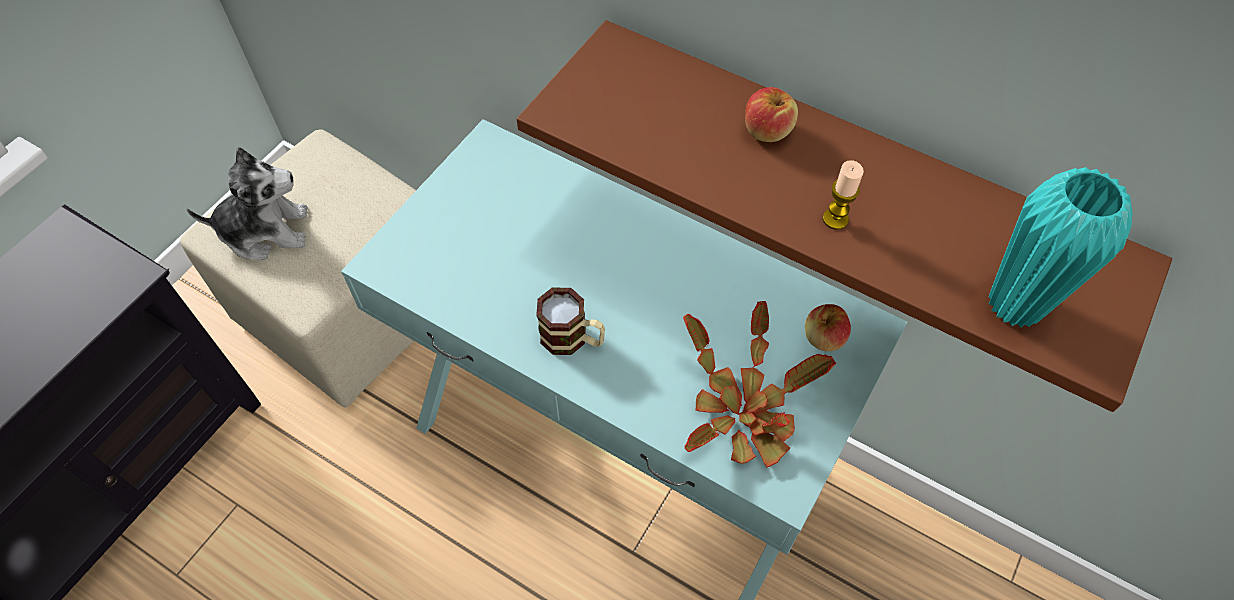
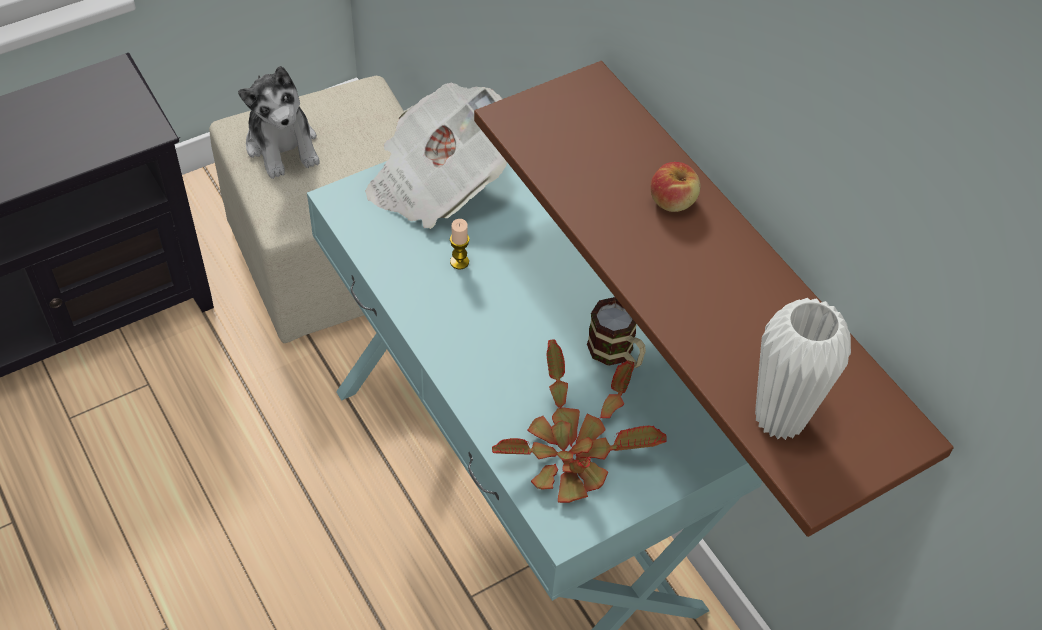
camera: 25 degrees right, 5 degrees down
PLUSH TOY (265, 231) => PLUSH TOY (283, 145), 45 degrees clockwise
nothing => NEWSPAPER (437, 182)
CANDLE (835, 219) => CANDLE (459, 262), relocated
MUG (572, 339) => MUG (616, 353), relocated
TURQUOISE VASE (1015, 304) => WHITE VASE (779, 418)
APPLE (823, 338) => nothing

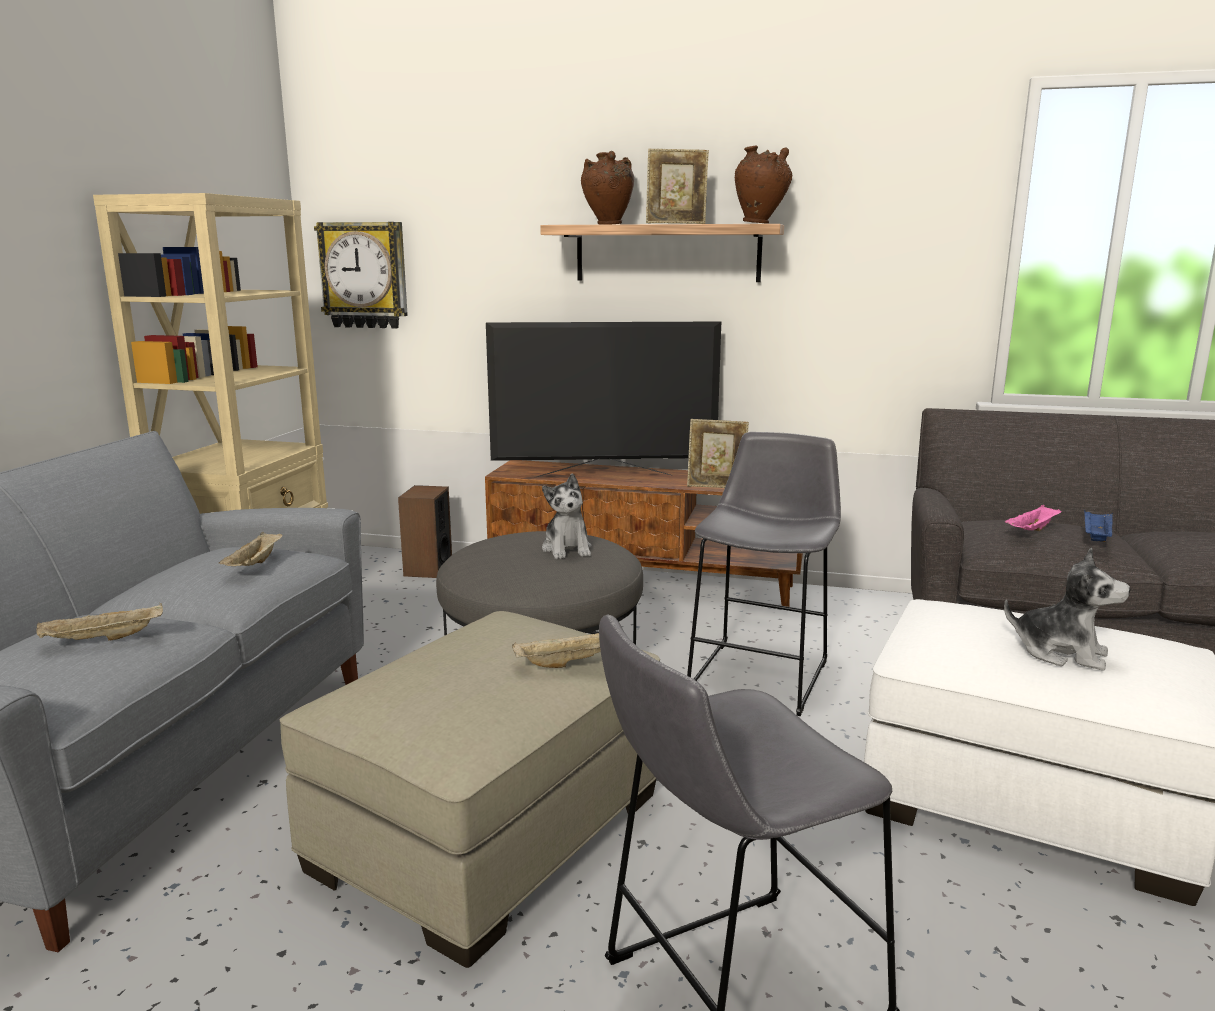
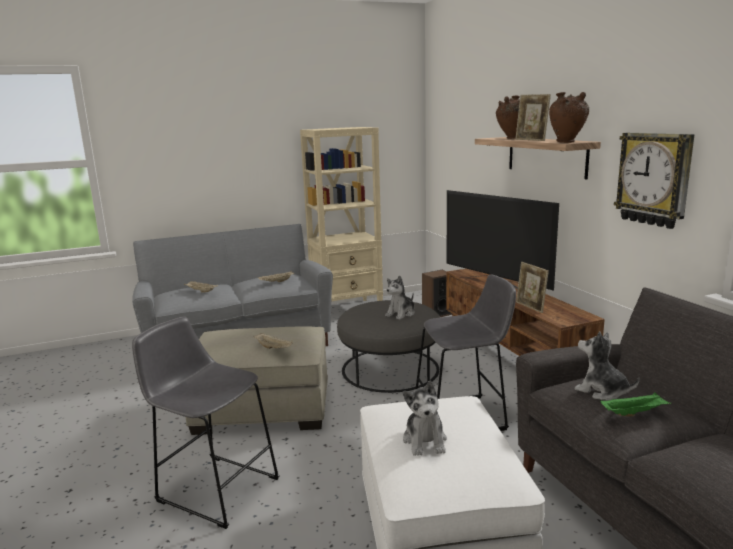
camera: 55 degrees right, 0 degrees up
PINK TRAY (1032, 531) => PLUSH TOY (602, 391)
BLUE TRAY (1095, 537) => GREEN TRAY (634, 413)
WALL CLOCK (364, 275) => WALL CLOCK (654, 179), relocated

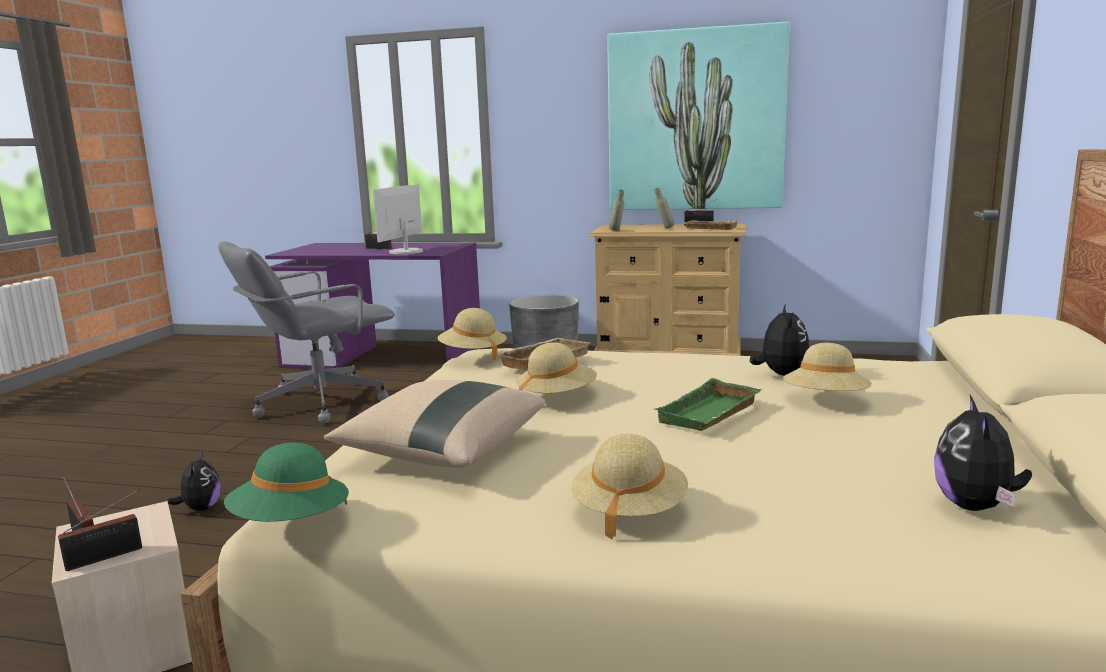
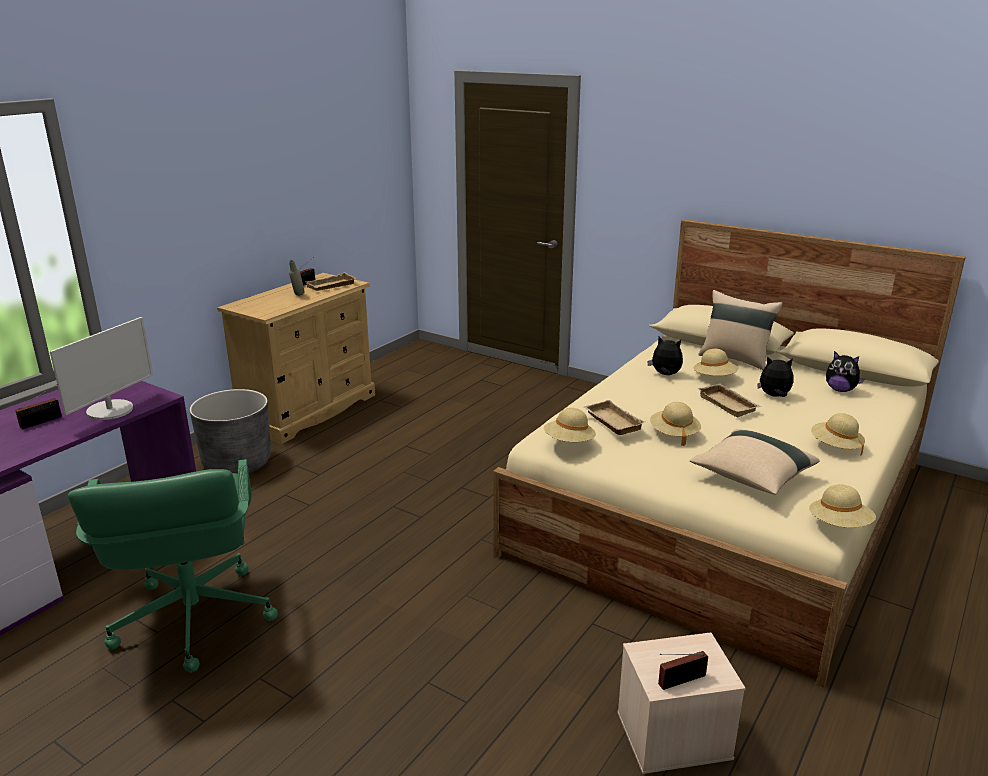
camera: 70 degrees left, 10 degrees up
MONITOR (405, 252) => MONITOR (111, 410), 105 degrees counterclockwise
GREY OFFICE CHAIR (319, 403) => GREEN OFFICE CHAIR (192, 620)
nothing => BEIGE PILLOW (735, 359)
GREEN TRAY (711, 414) => BEIGE TRAY (729, 404)
PLUSH TOY (201, 508) => PLUSH TOY (774, 396), relocated
GREEN HAT (291, 523) => BEIGE HAT (839, 525)
RADIO (109, 556) => nothing
PICTURE (695, 121) => nothing
GREY BOTTLE (617, 230) => nothing

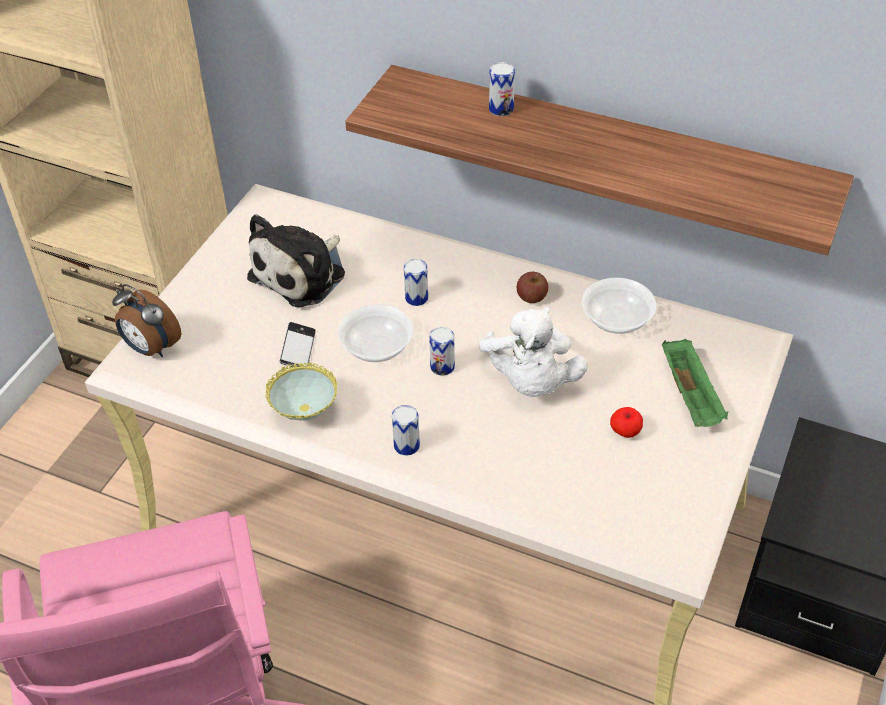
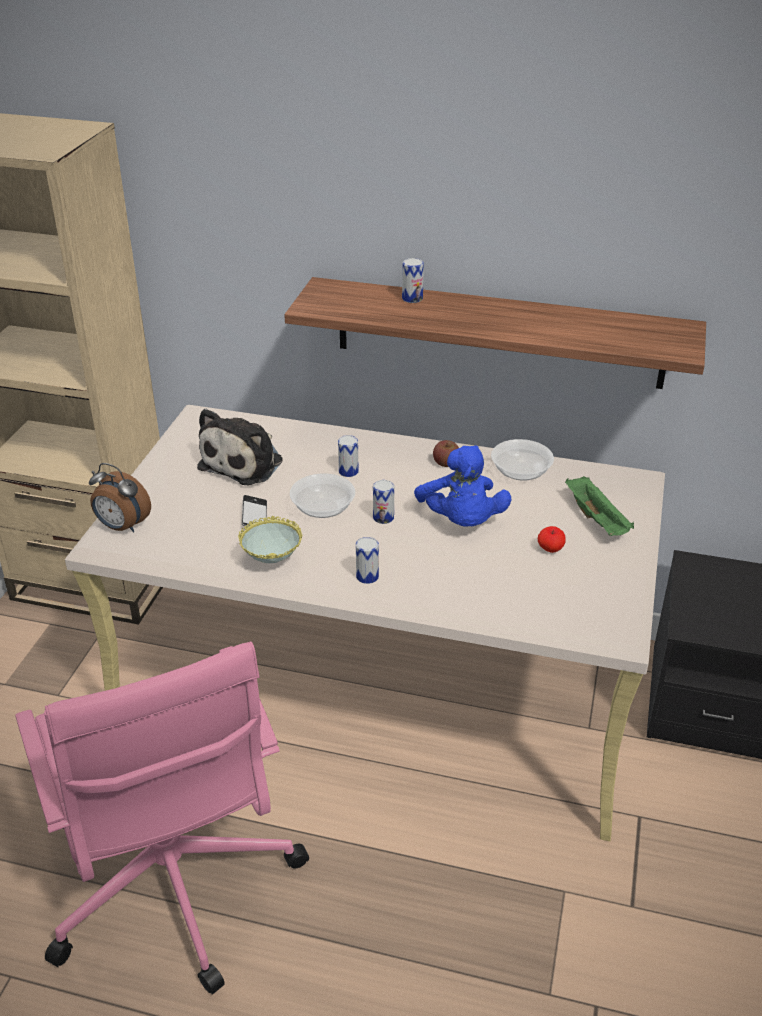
camera: 10 degrees left, 10 degrees down
WHITE PLUSH TOY (531, 381) => BLUE PLUSH TOY (461, 521)

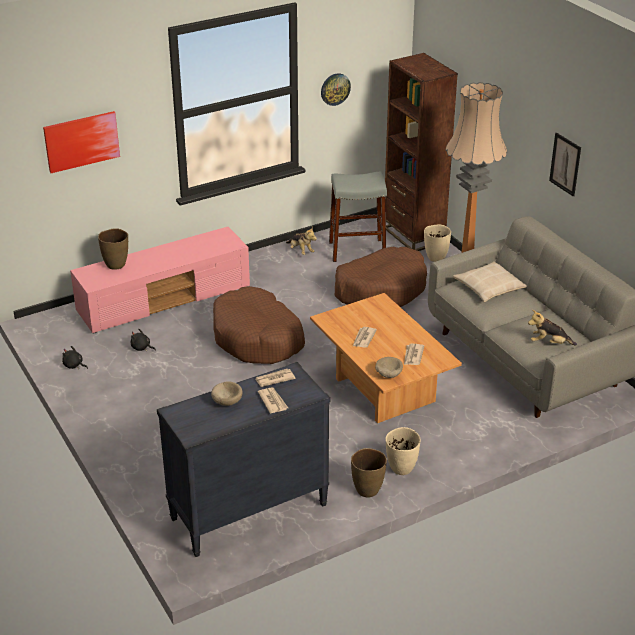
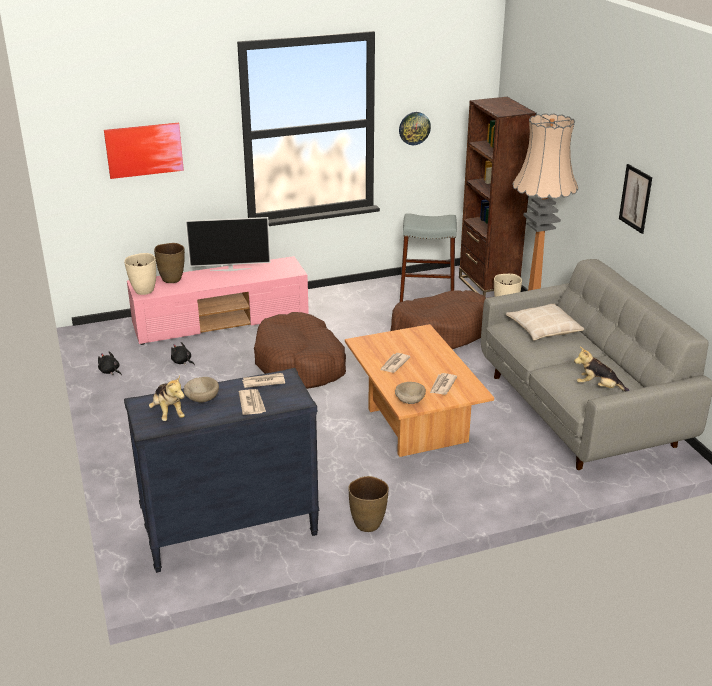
camera: 10 degrees right, 5 degrees down
BEIGE VASE (401, 469) => BEIGE VASE (144, 291), relocated
PLUSH TOY (300, 251) => PLUSH TOY (168, 413), relocated
nothing => TELEVISION (230, 269)

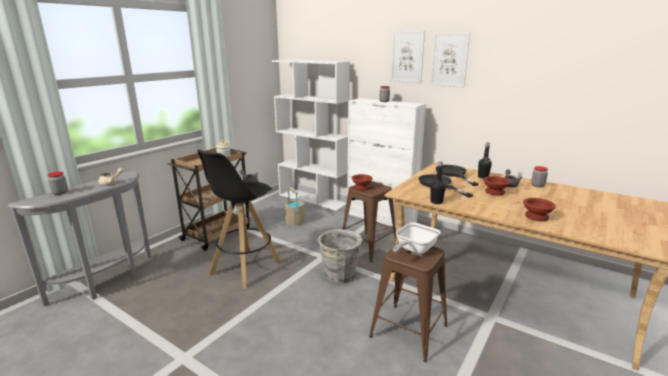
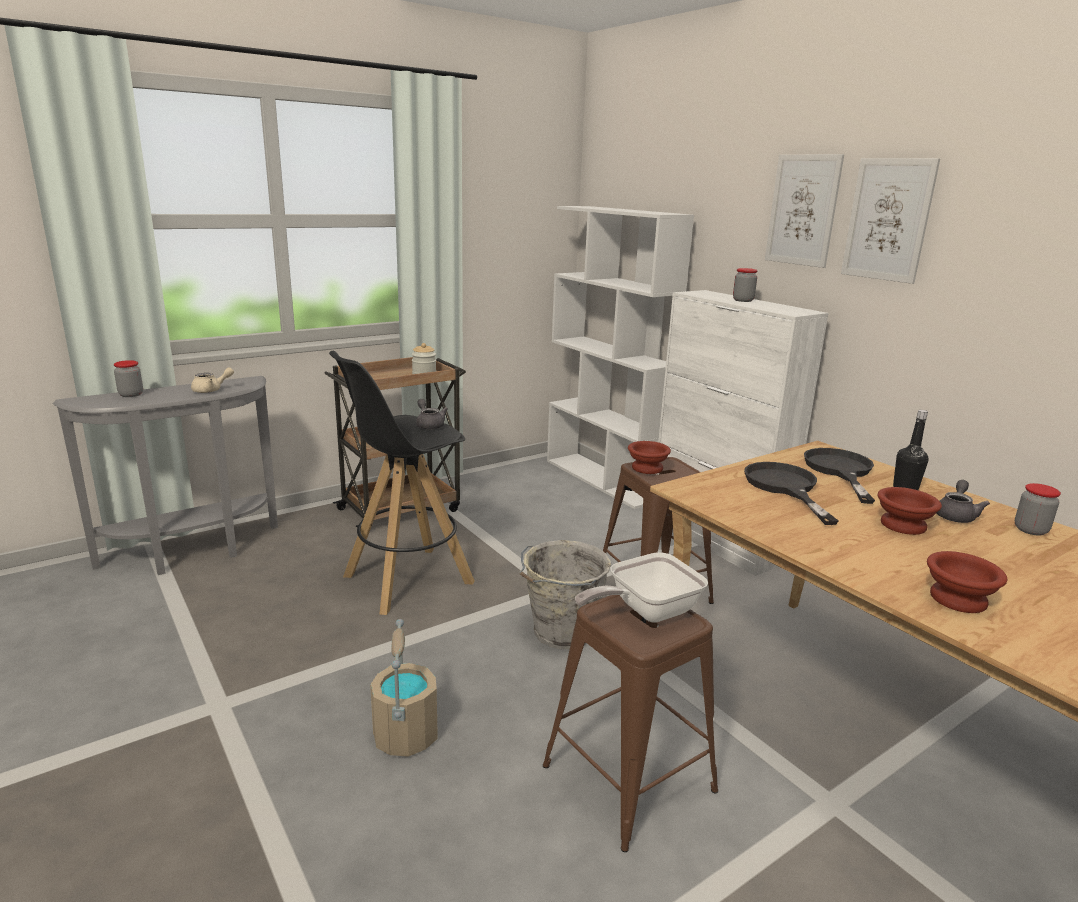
camera: 20 degrees right, 0 degrees up
BEIGE BUCKET (294, 222) => BEIGE BUCKET (405, 735), relocated
BLACK BOTTLE (436, 202) => nothing

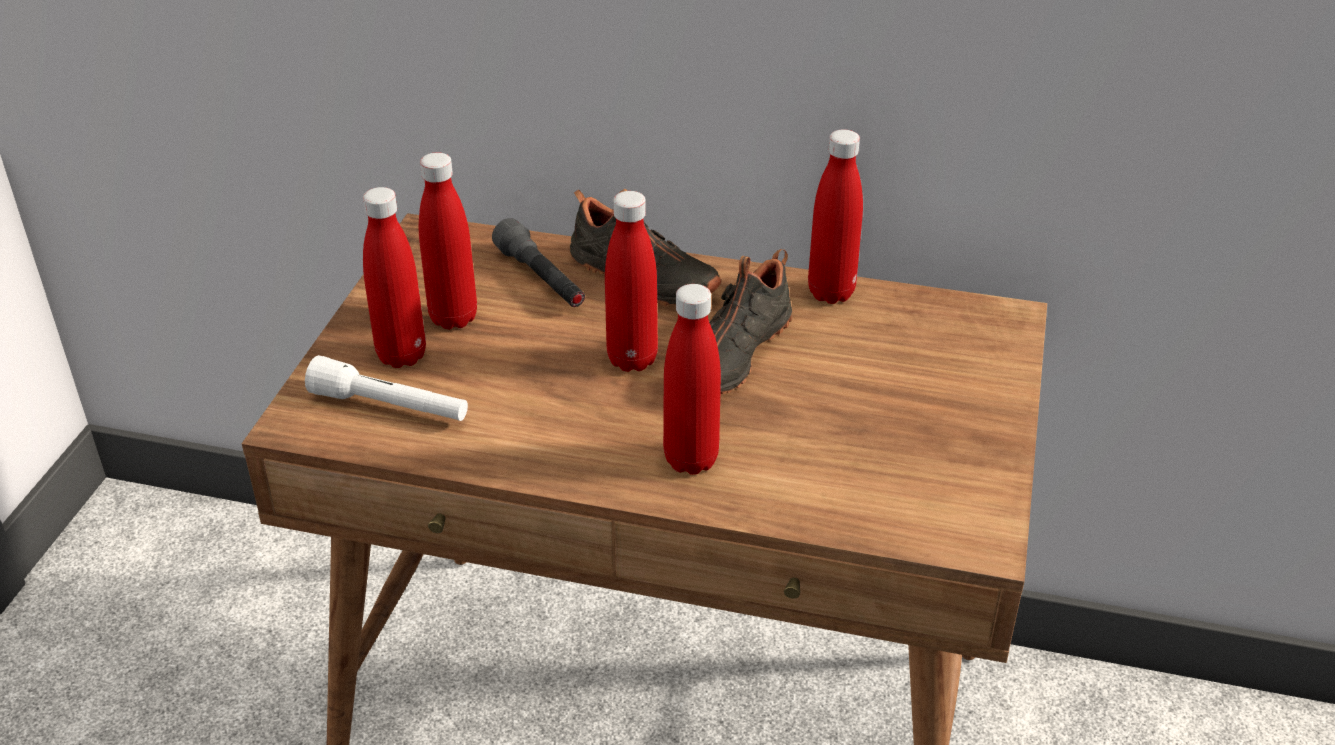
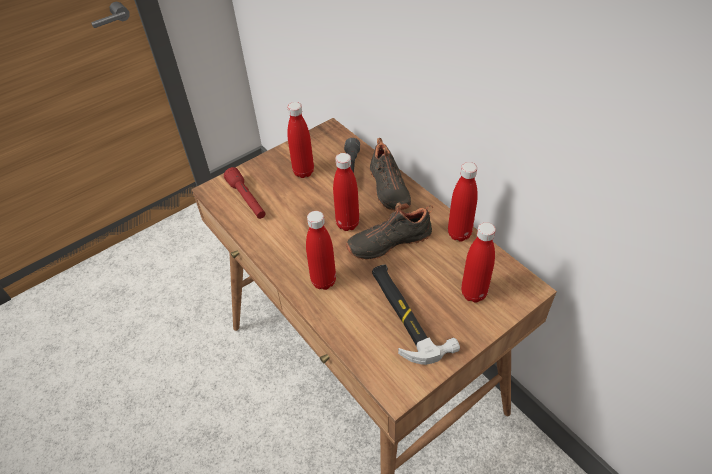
camera: 40 degrees right, 10 degrees up
WHITE FLASHLIGHT (390, 407) => RED FLASHLIGHT (247, 199)
nothing => HAMMER (405, 314)
RED BOTTLE (401, 355) => RED BOTTLE (473, 293), relocated

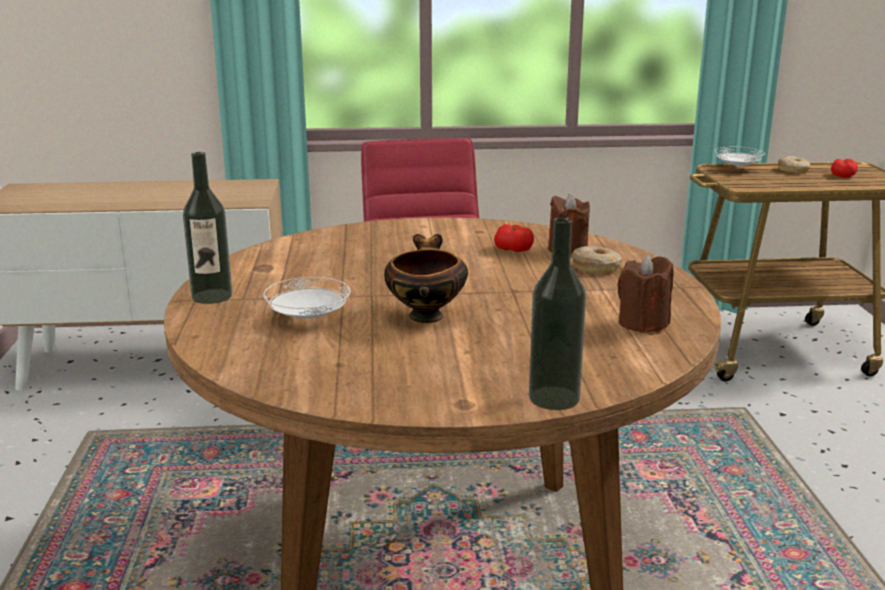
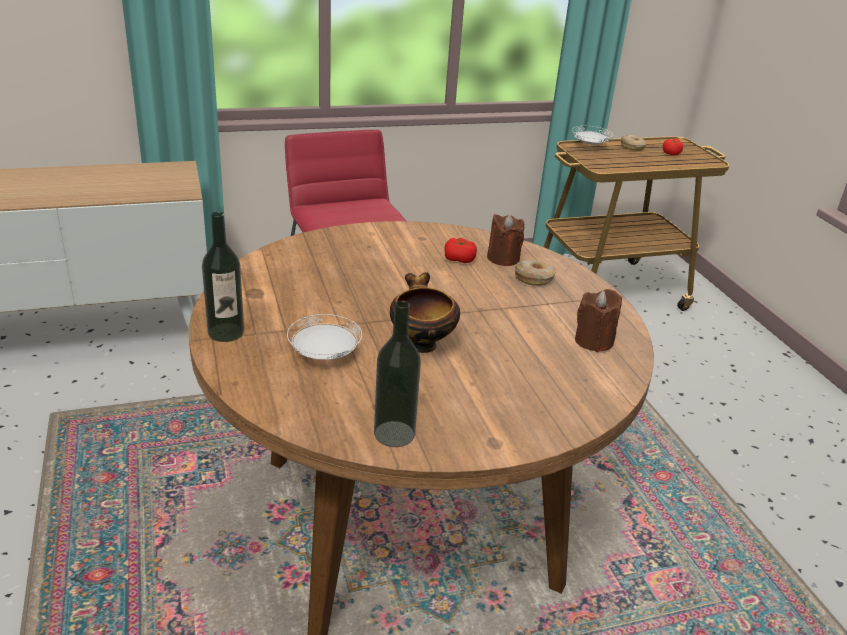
camera: 15 degrees left, 10 degrees up
BOTTLE (554, 398) => BOTTLE (394, 434), relocated

